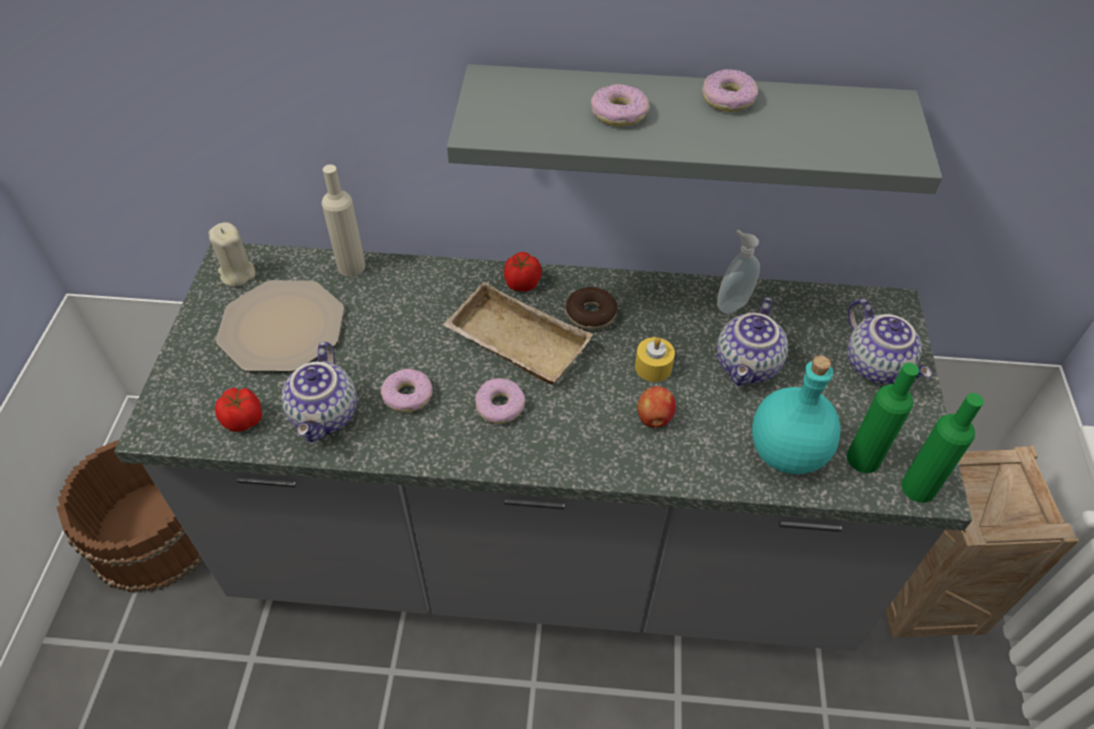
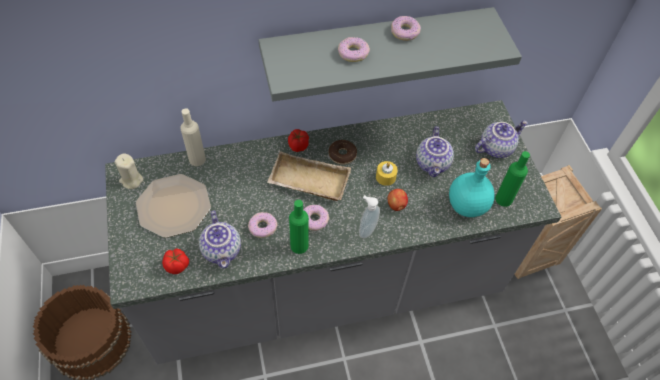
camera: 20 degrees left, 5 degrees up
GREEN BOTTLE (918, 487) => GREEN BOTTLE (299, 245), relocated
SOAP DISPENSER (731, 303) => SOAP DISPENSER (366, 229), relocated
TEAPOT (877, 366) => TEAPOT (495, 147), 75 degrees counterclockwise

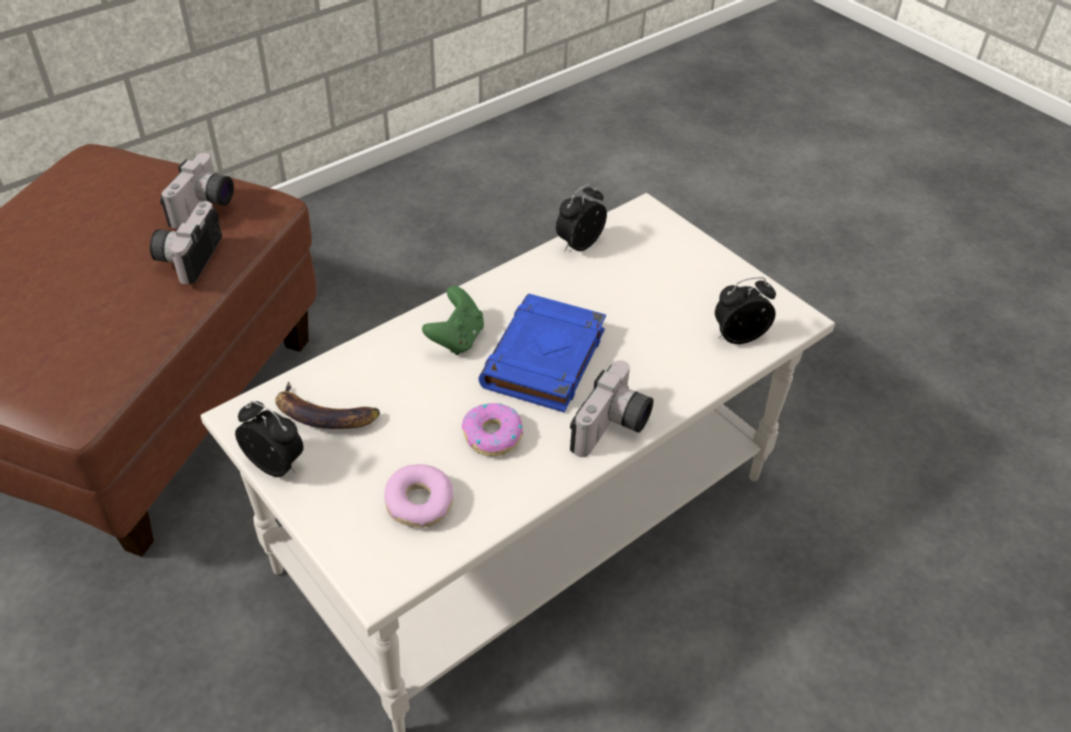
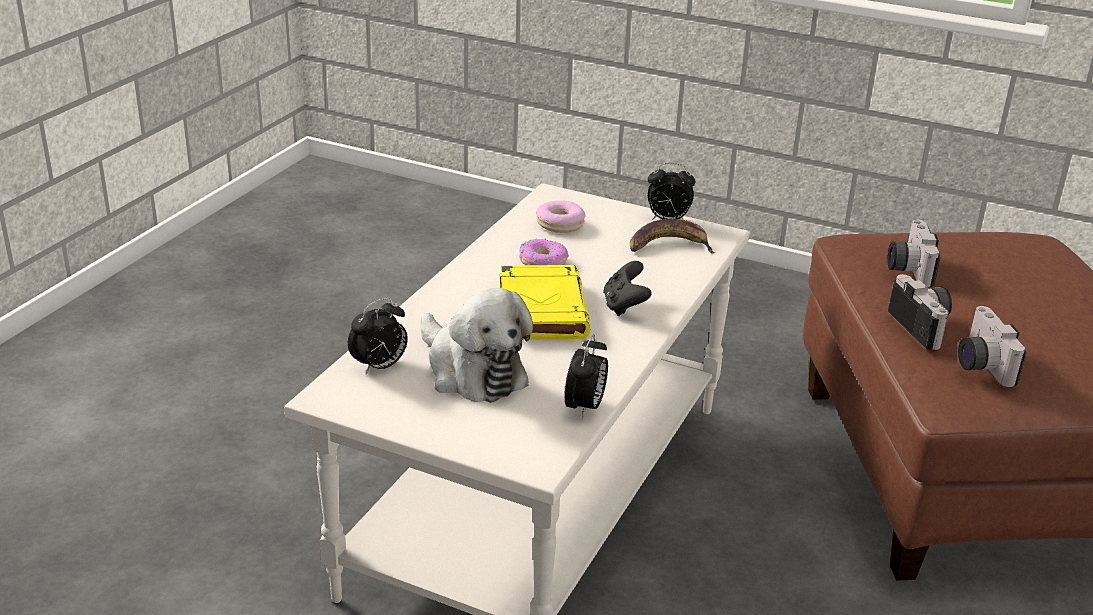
camera: 155 degrees right, 15 degrees down
nothing => PLUSH TOY (472, 371)
BLUE BOOK (544, 360) => YELLOW BOOK (541, 310)
GREEN GAME CONTROLLER (456, 339) => BLACK GAME CONTROLLER (624, 306)
PHOTO CAMERA (613, 429) => PHOTO CAMERA (907, 268), relocated

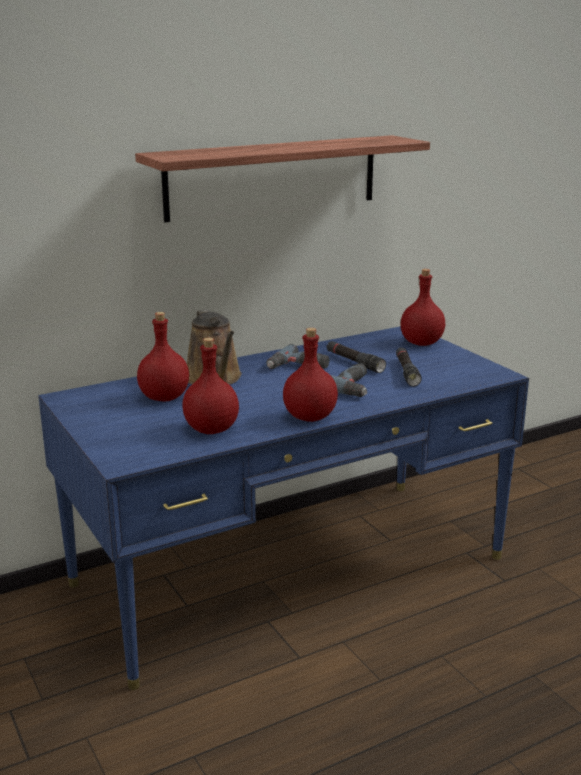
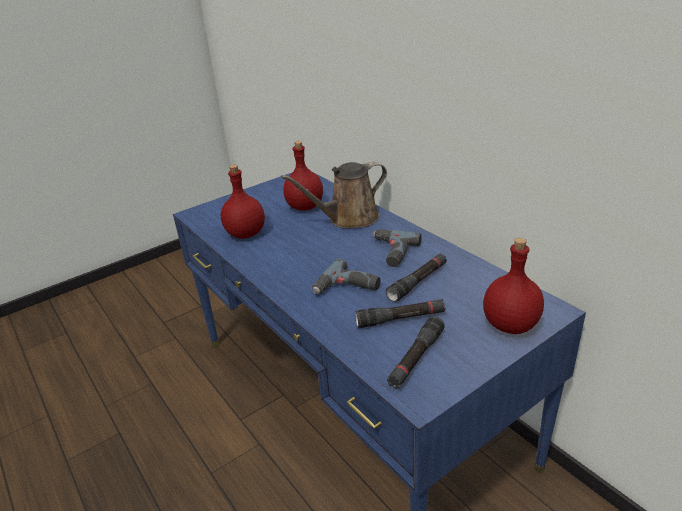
camera: 85 degrees right, 10 degrees up
nothing => BLACK FLASHLIGHT (416, 358)
SHELF (273, 177) => nothing
RED BOTTLE (310, 417) => nothing

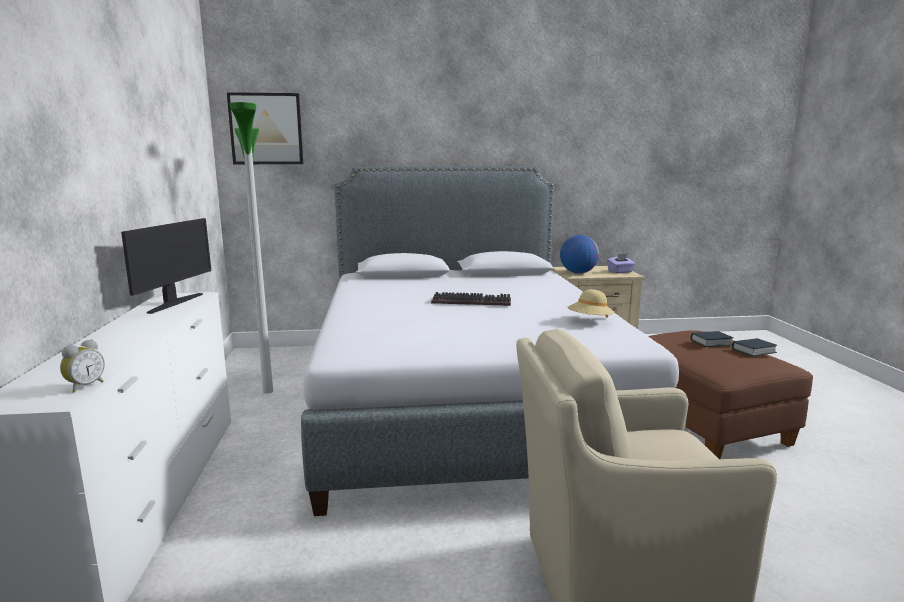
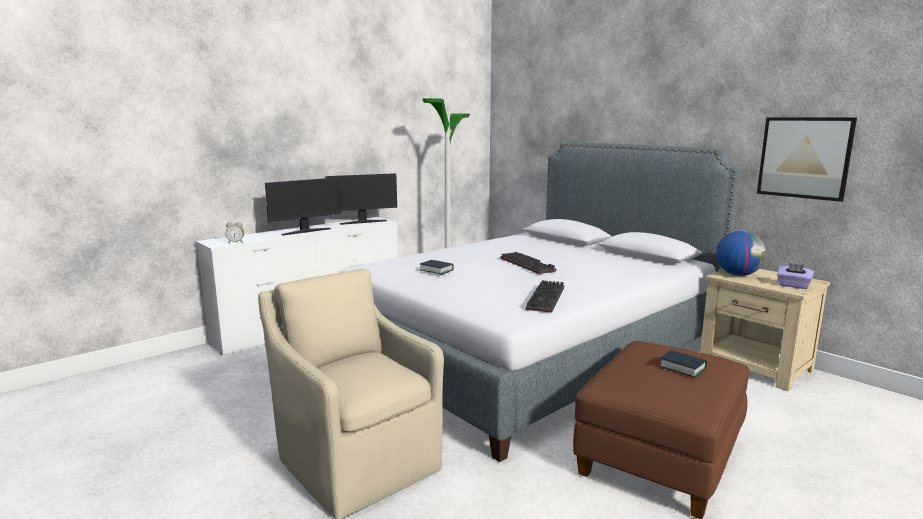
camera: 55 degrees right, 0 degrees up
nothing => MONITOR (306, 231)
BOOK (753, 351) => BOOK (436, 270), relocated
BEIGE HAT (590, 321) => KEYBOARD (547, 299)
PICTURE (266, 129) => PICTURE (804, 157), relocated

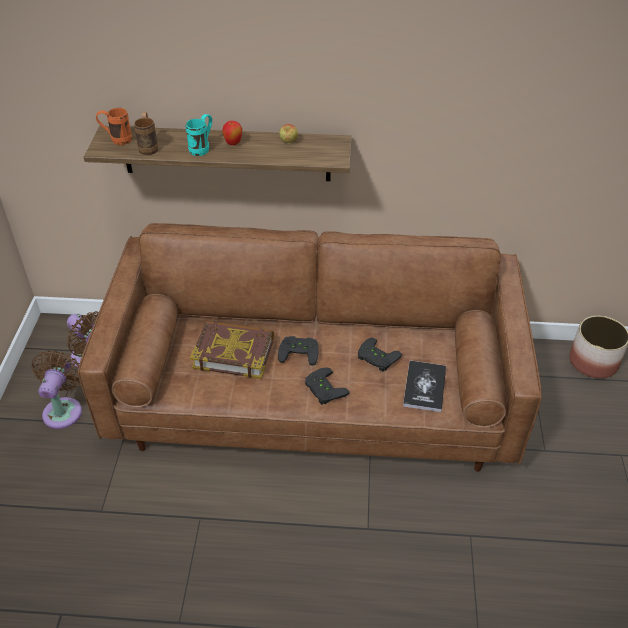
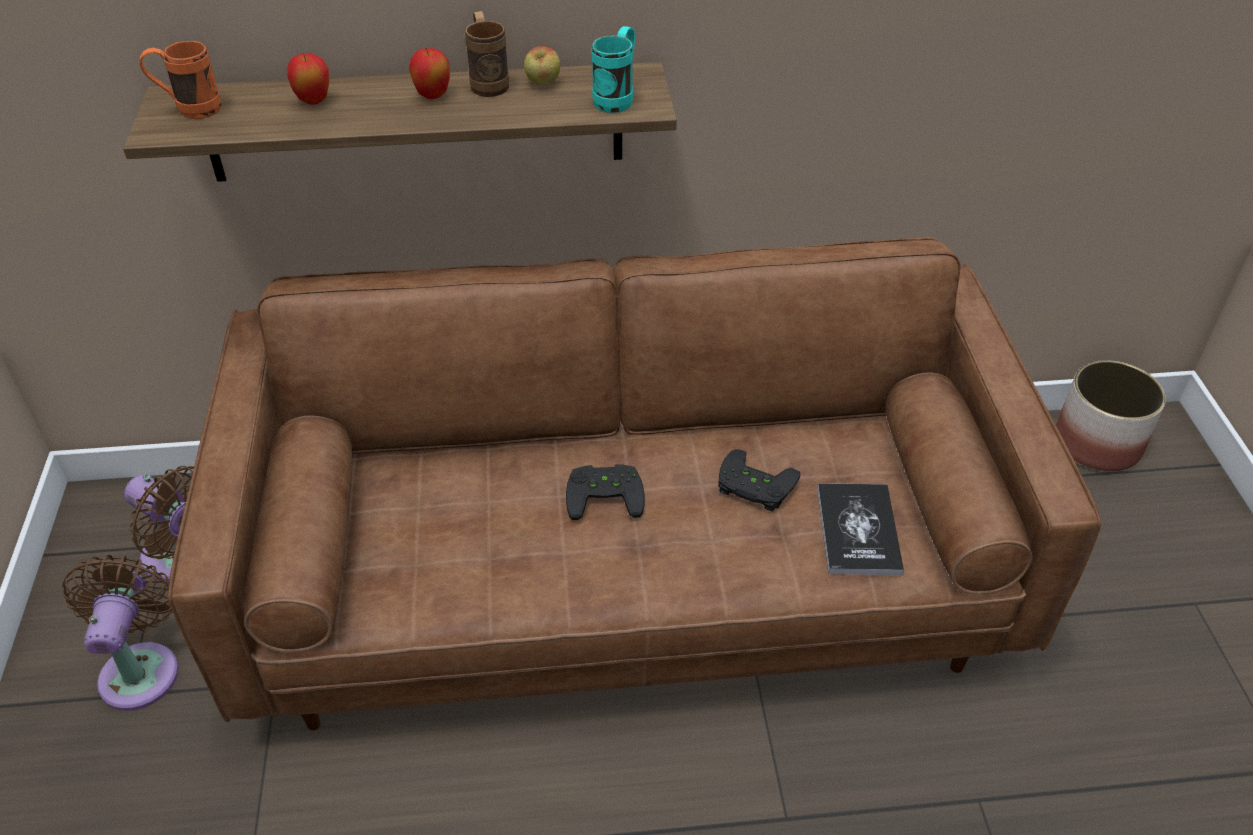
camera: 10 degrees left, 0 degrees up
nothing => APPLE (314, 101)
BROWN MUG (149, 147) => BROWN MUG (488, 82), relocated
TURQUOISE MUG (202, 148) => TURQUOISE MUG (618, 98), relocated
BOOK (234, 352) => nothing
BLACK GAME CONTROLLER (323, 389) => nothing

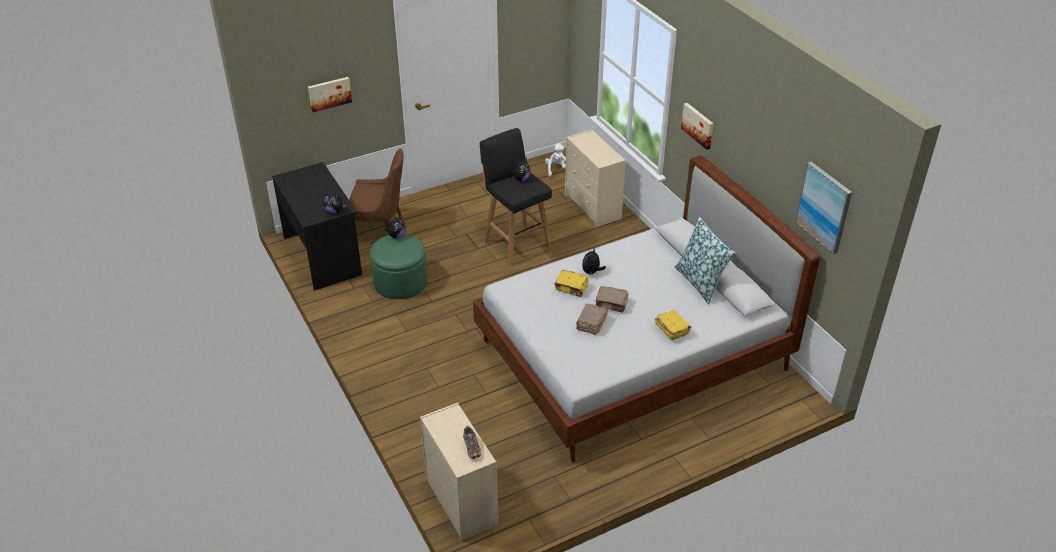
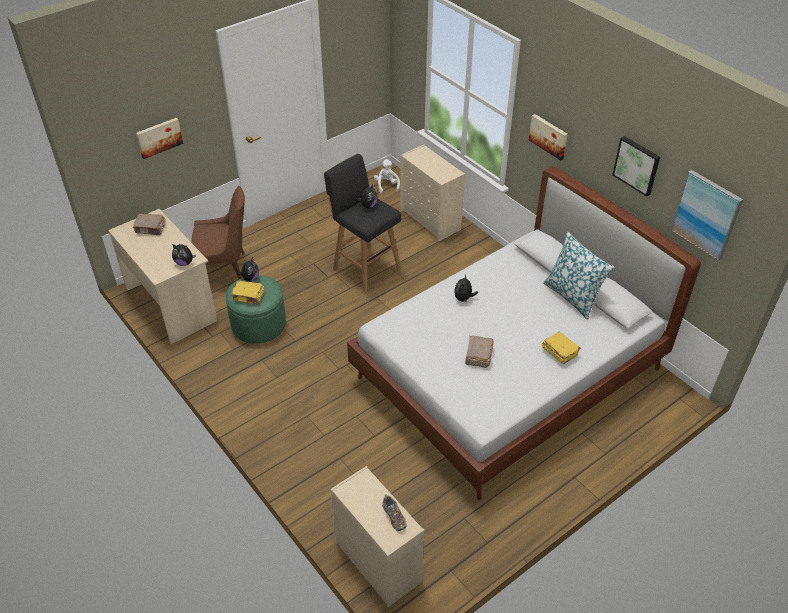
camera: 10 degrees left, 5 degrees up
BLACK DESK (323, 255) => BEIGE DESK (172, 304)
BROWN BOOK (612, 304) => BROWN BOOK (150, 229), relocated
YELLOW BOOK (571, 288) => YELLOW BOOK (249, 297), relocated
nothing => PICTURE (637, 165)

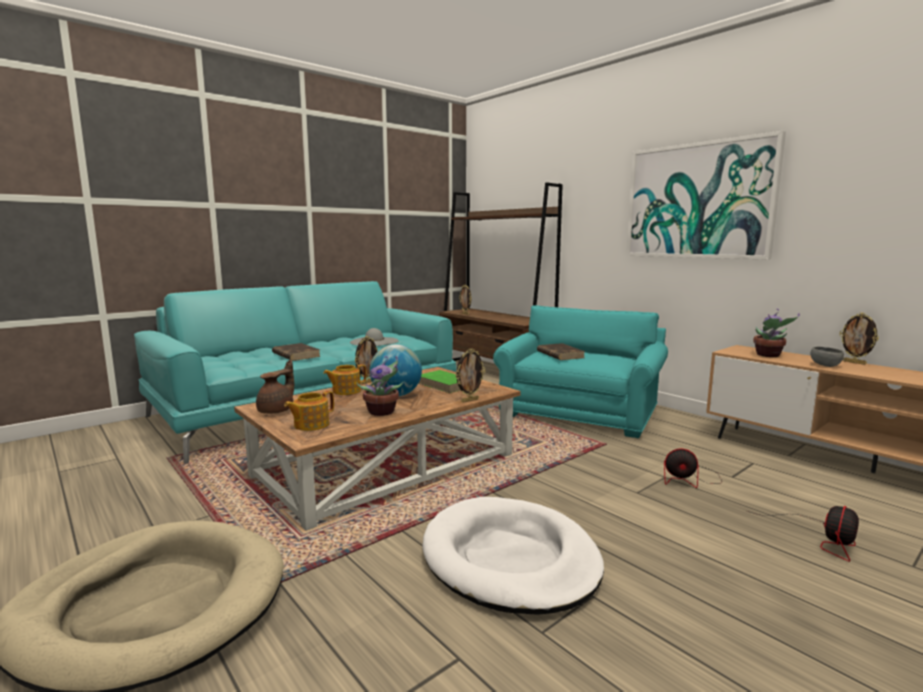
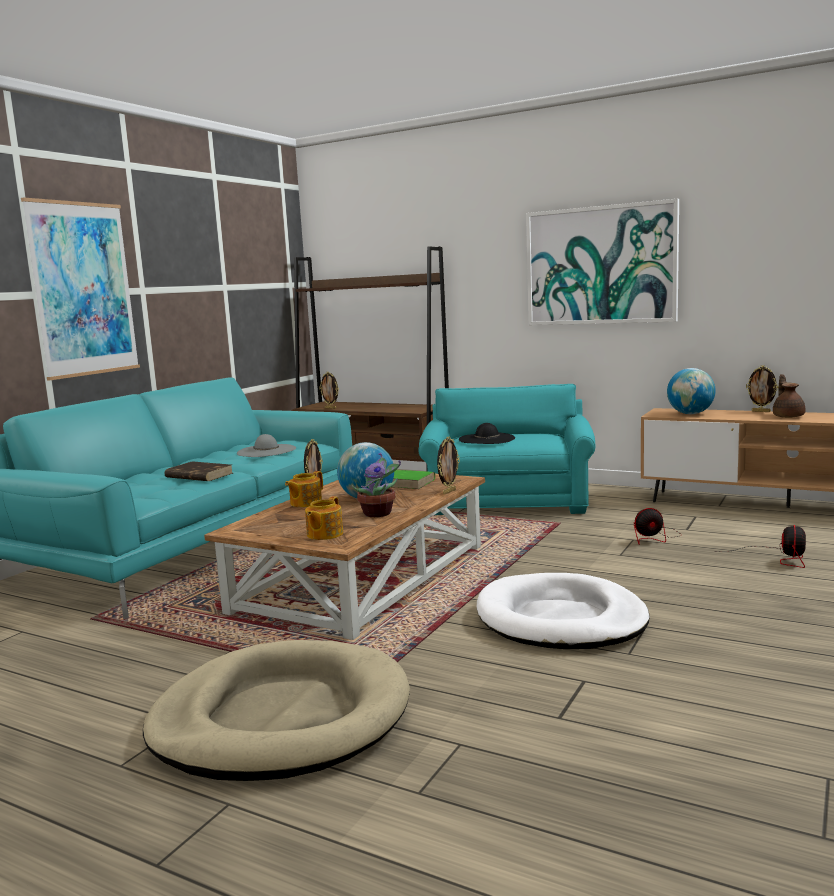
camera: 20 degrees left, 0 degrees up
nothing => PICTURE (83, 289)
BROWN BOOK (560, 354) => BLACK HAT (486, 439)
POTTED PLANT (768, 355) => GLOBE (690, 414)
BROWN TEAPOT (277, 410) => BROWN TEAPOT (788, 416), relocated
GREY BOWL (825, 365) => nothing

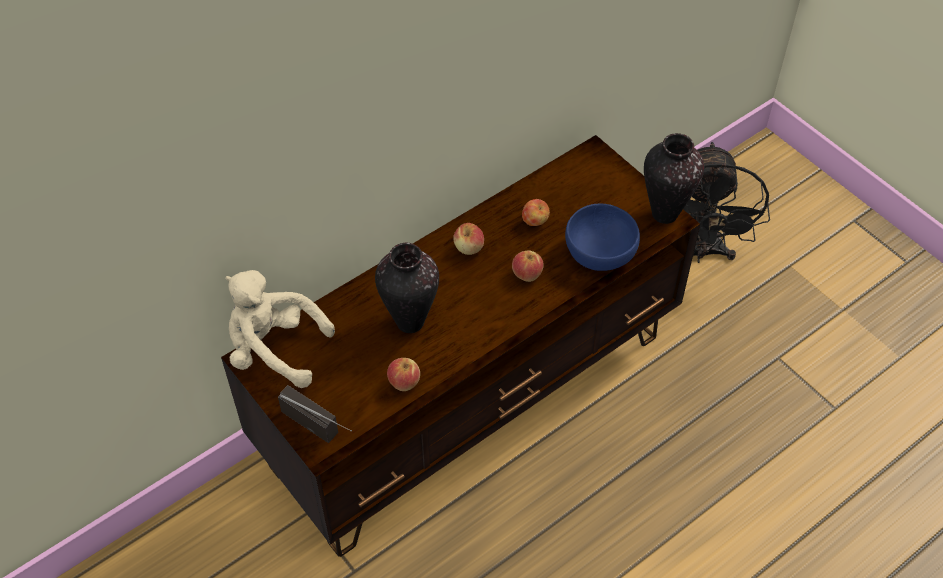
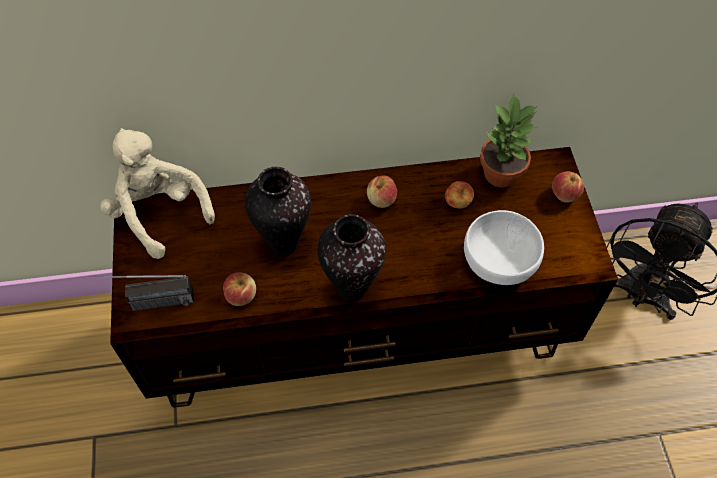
camera: 30 degrees right, 5 degrees up
RADIO (324, 429) => RADIO (146, 304), 105 degrees clockwise
VASE (664, 213) => VASE (352, 287), relocated
BLUE BOWL (599, 252) => WHITE BOWL (498, 261)
nothing => POTTED PLANT (501, 173)
APPLE (527, 274) => APPLE (564, 194), relocated

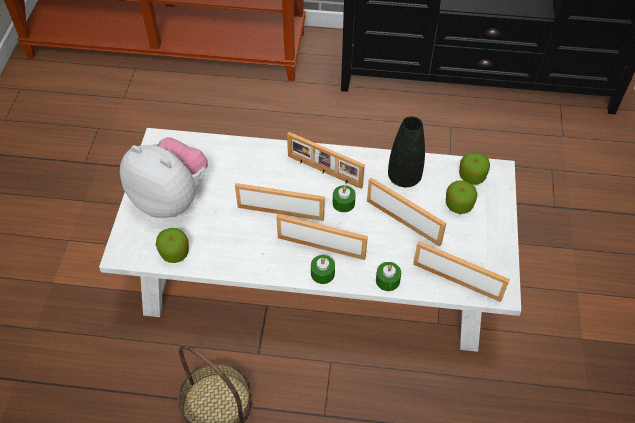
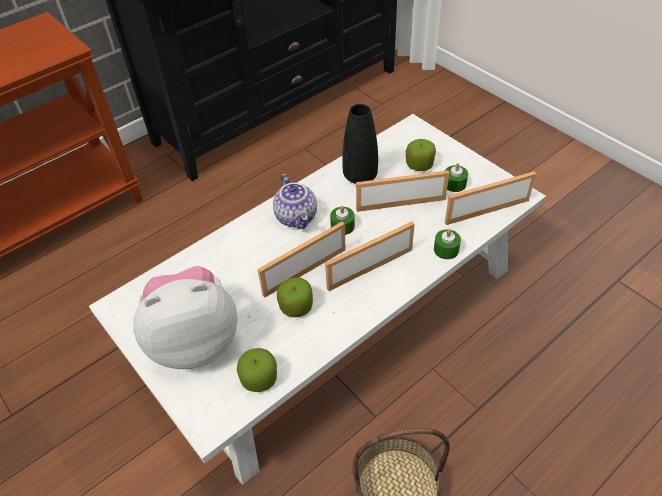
camera: 45 degrees left, 5 degrees down
PICTURE FRAME (324, 172) => TEAPOT (297, 217)
APPLE (471, 176) => APPLE (296, 307), relocated
GREEN CANDLE (322, 273) => GREEN CANDLE (454, 184), relocated

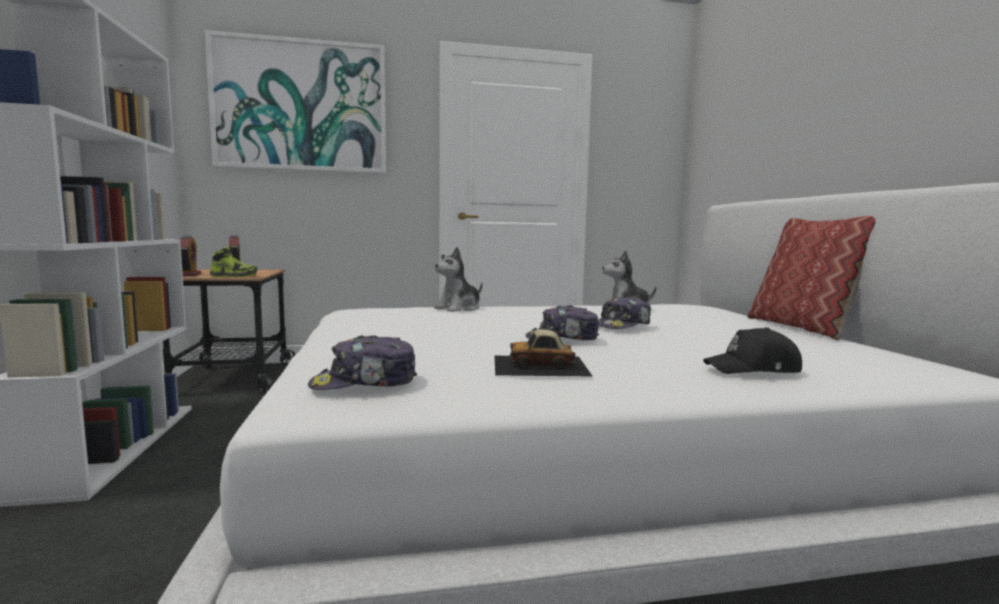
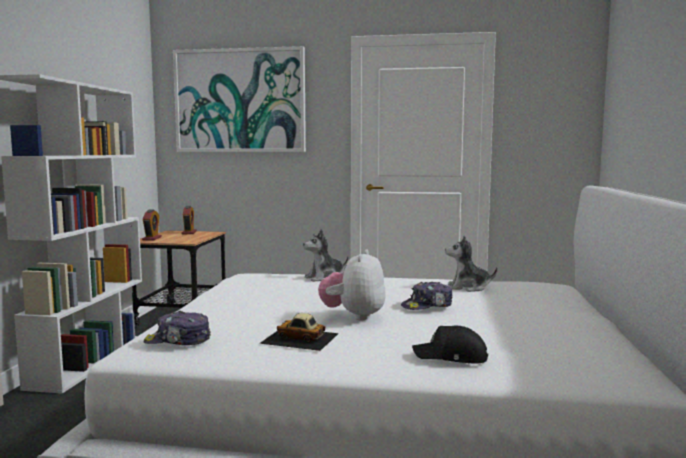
camera: 20 degrees right, 0 degrees up
CAP (562, 338) => PLUSH TOY (354, 316)
SHOE (234, 276) => nothing
PILLOW (805, 328) => nothing

